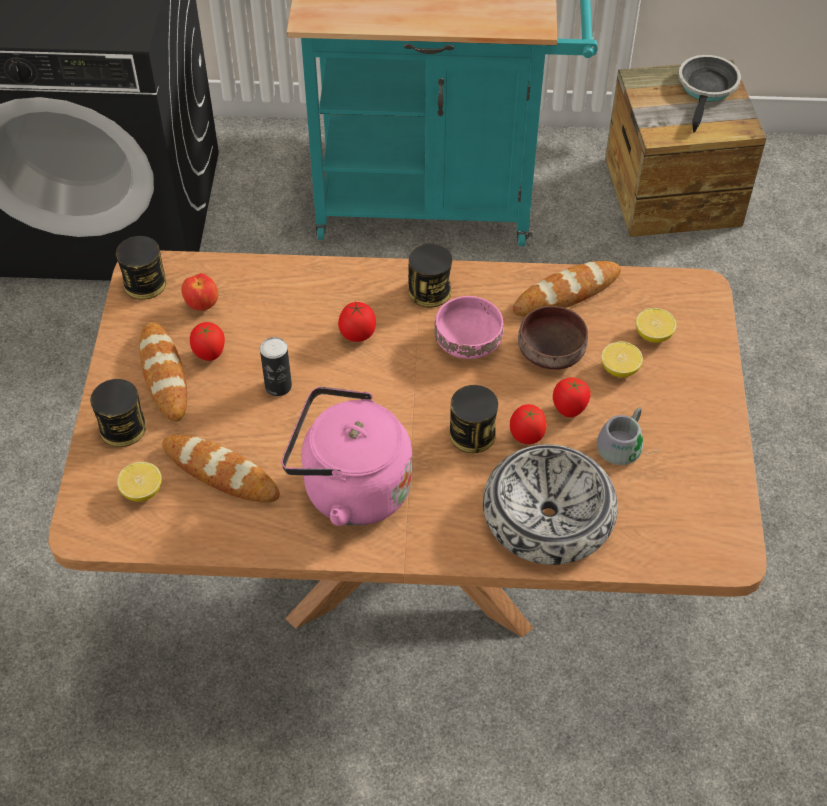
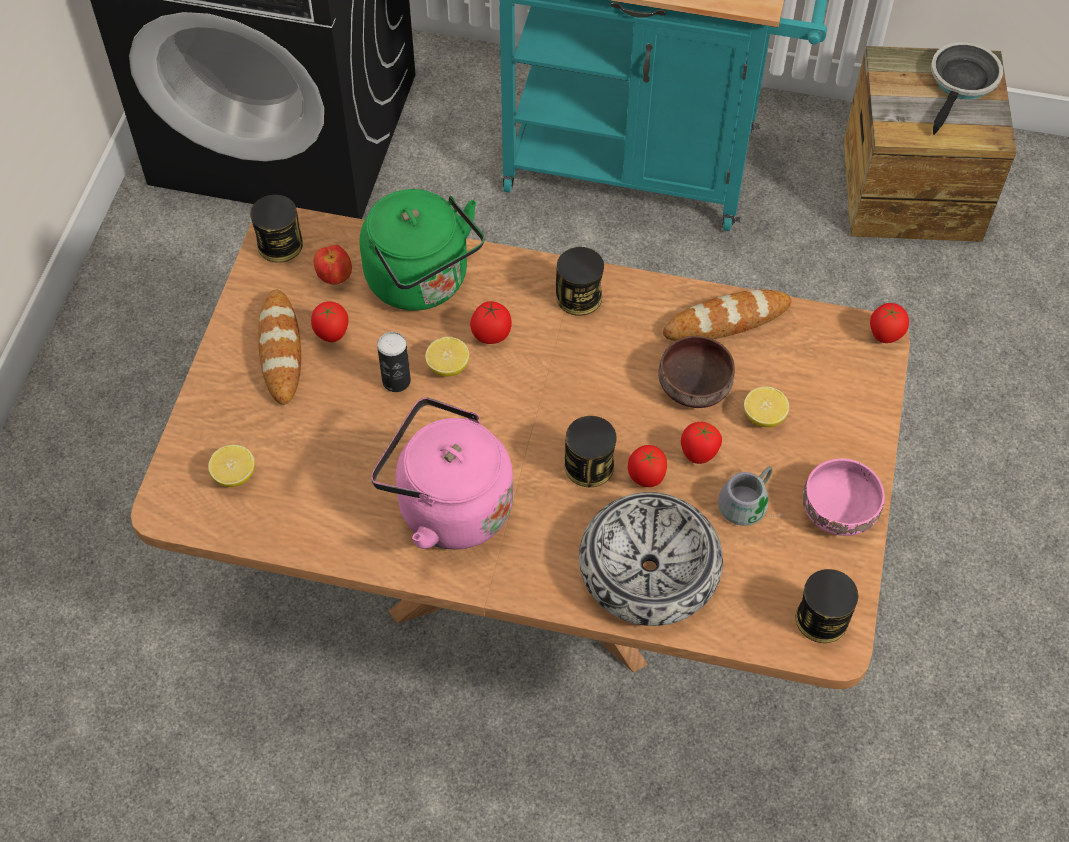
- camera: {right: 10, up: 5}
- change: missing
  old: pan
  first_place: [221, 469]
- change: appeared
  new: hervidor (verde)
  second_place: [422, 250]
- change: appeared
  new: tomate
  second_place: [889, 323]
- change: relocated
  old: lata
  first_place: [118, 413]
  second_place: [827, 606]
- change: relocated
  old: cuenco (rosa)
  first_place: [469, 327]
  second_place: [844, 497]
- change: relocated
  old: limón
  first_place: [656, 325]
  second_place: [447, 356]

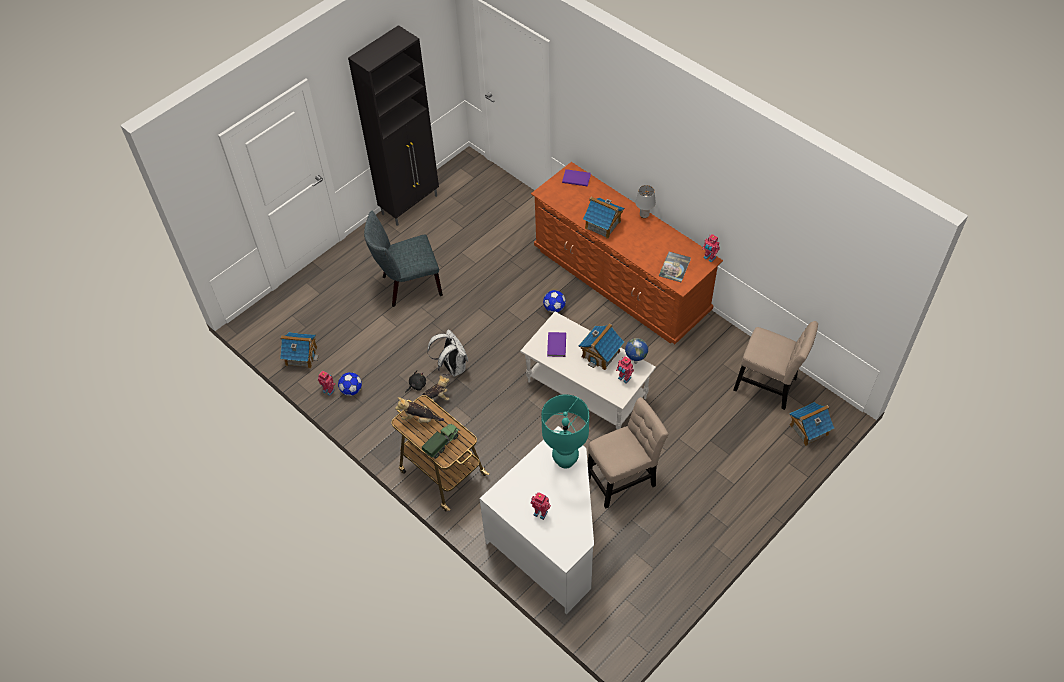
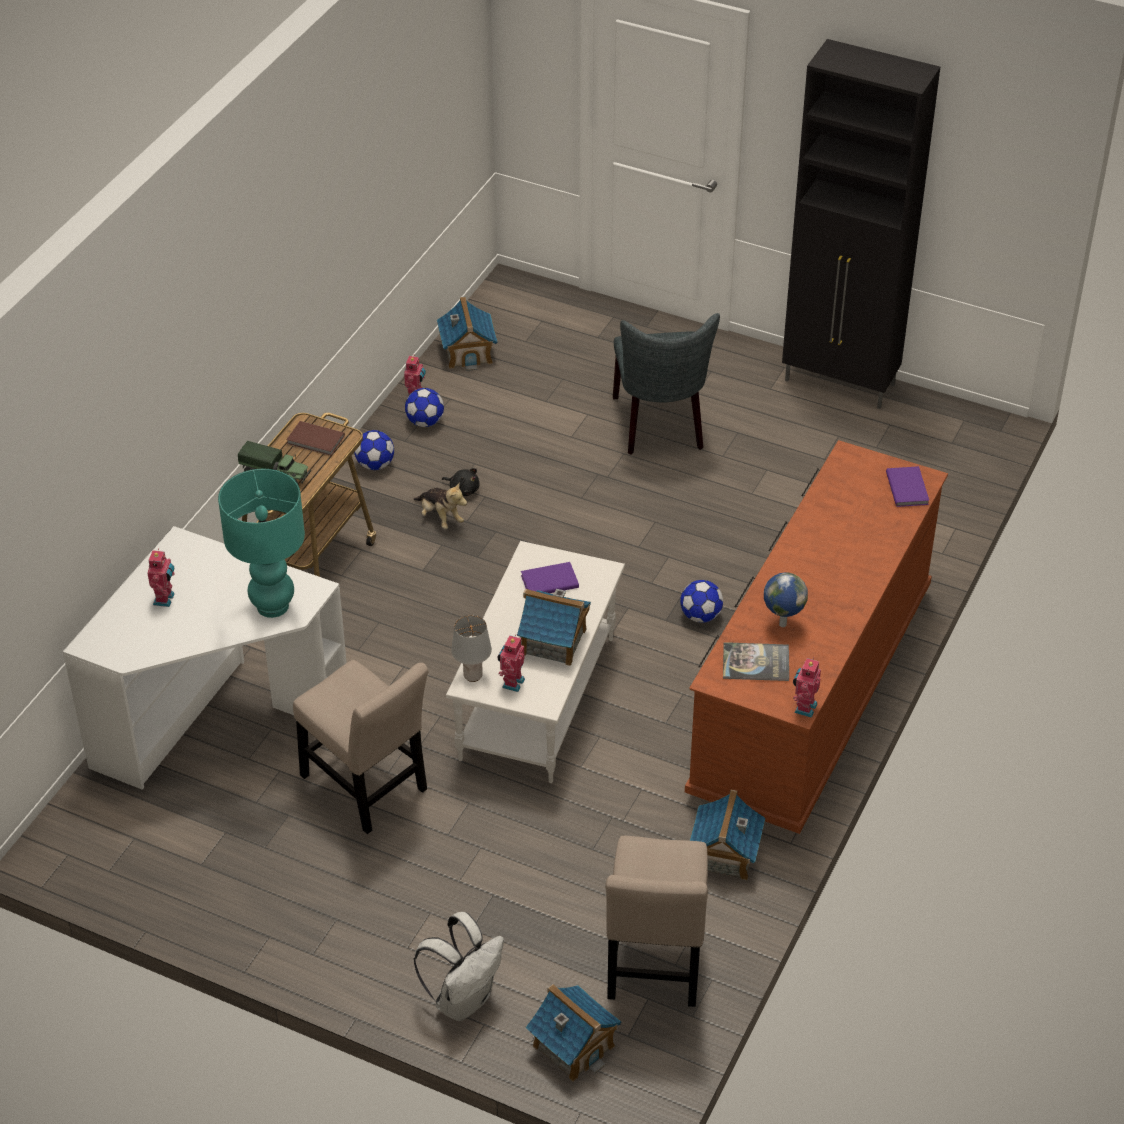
- camera: {right: 70, up: -10}
- change: appeared
  new: balón de fútbol
  second_place: [374, 450]
- change: relocated
  old: mochila (blanco)
  first_place: [447, 353]
  second_place: [459, 966]
- change: relocated
  old: casita
  first_place: [603, 218]
  second_place: [727, 835]
- change: relocated
  old: globo terráqueo
  first_place: [636, 351]
  second_place: [786, 599]
- change: relocated
  old: lámpara de mesa (gris)
  first_place: [645, 201]
  second_place: [471, 648]
- change: exchanged
  old: peluche
  new: libro (marrón)
  first_place: [419, 410]
  second_place: [315, 438]
- change: spun
  old: silla (gris)
  first_place: [403, 259]
  second_place: [666, 384]
  degrees: -150

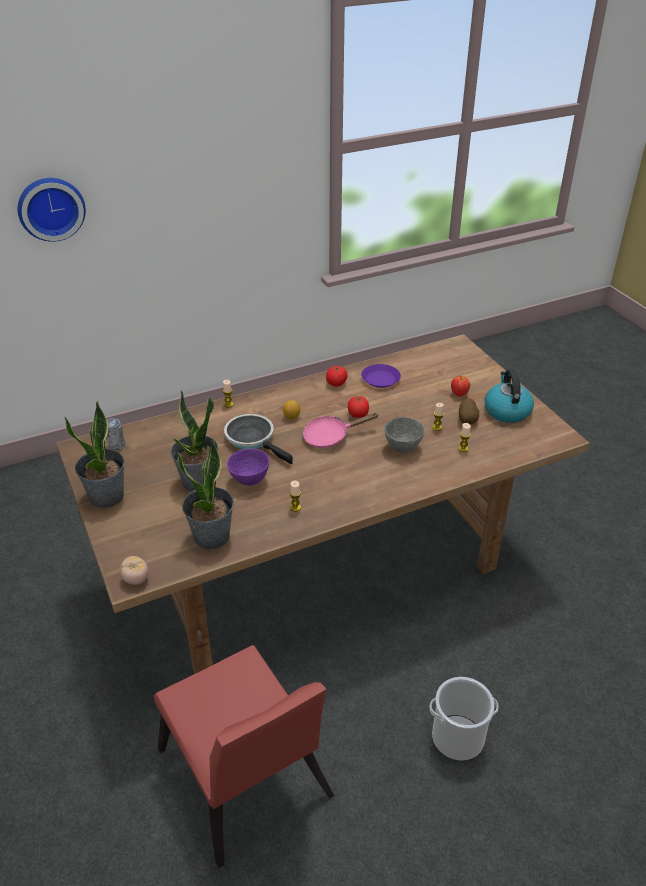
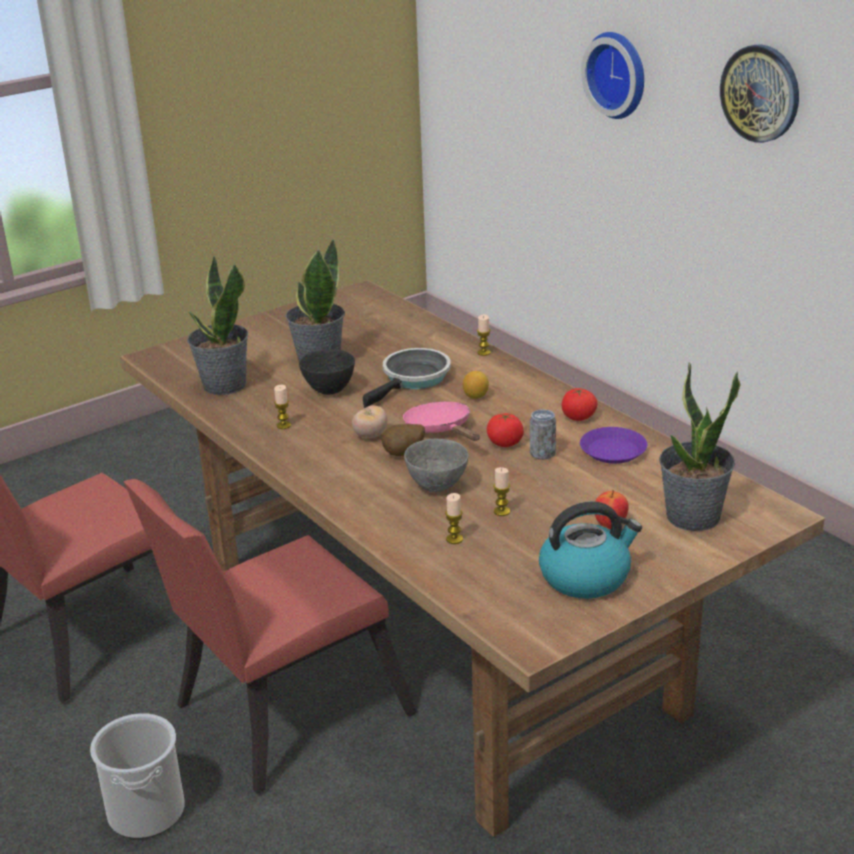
- camera: {right: 80, up: -10}
- change: appeared
  new: silla (rojo)
  second_place: [270, 636]
- change: appeared
  new: reloj de pared
  second_place: [759, 93]
- change: relocated
  old: planta en maceta
  first_place: [95, 454]
  second_place: [700, 446]
- change: relocated
  old: lata
  first_place: [115, 434]
  second_place: [543, 434]
- change: relocated
  old: tomate
  first_place: [134, 570]
  second_place: [369, 421]
- change: relocated
  old: patata
  first_place: [469, 411]
  second_place: [403, 440]
- change: colour
  old: cuenco (morado)
  new: cuenco (negro)
  first_place: [248, 467]
  second_place: [327, 372]

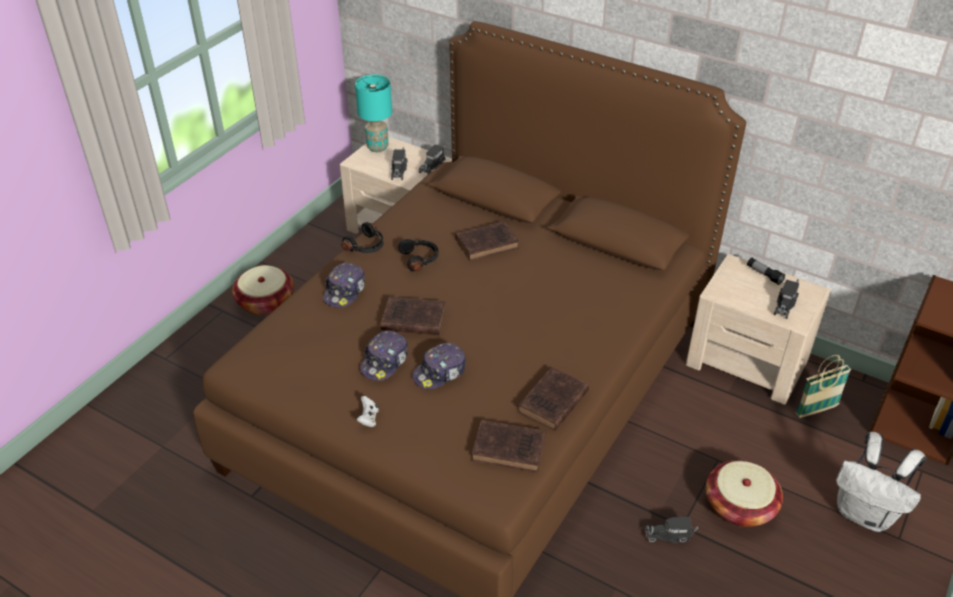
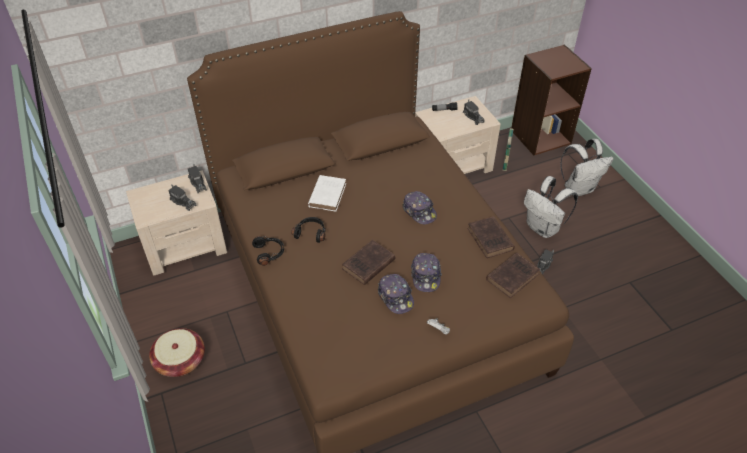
- camera: {right: -55, up: 5}
- change: missing
  old: lámpara de mesa (turquesa)
  first_place: [373, 113]
- change: relocated
  old: gorra
  first_place: [344, 285]
  second_place: [419, 207]
- change: exchanged
  old: cesta
  new: mochila (blanco)
  first_place: [744, 493]
  second_place: [551, 207]
- change: colour
  old: libro (marrón)
  new: libro (blanco)
  first_place: [487, 241]
  second_place: [327, 193]

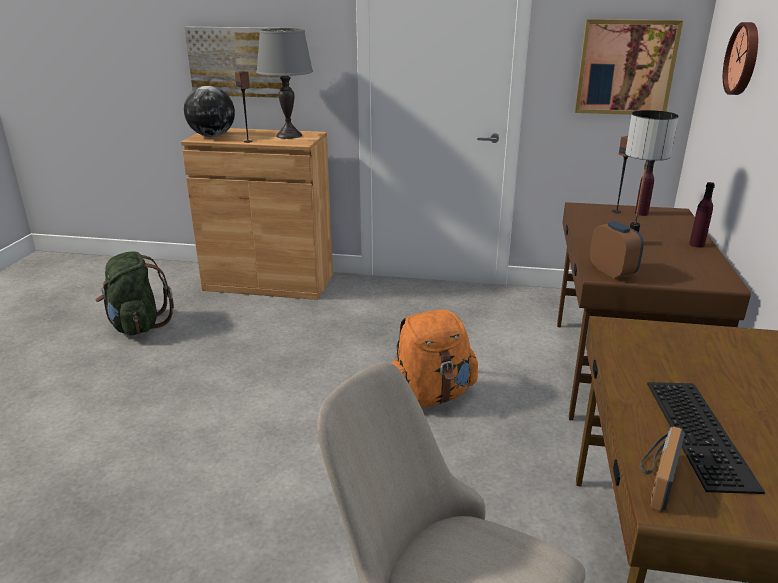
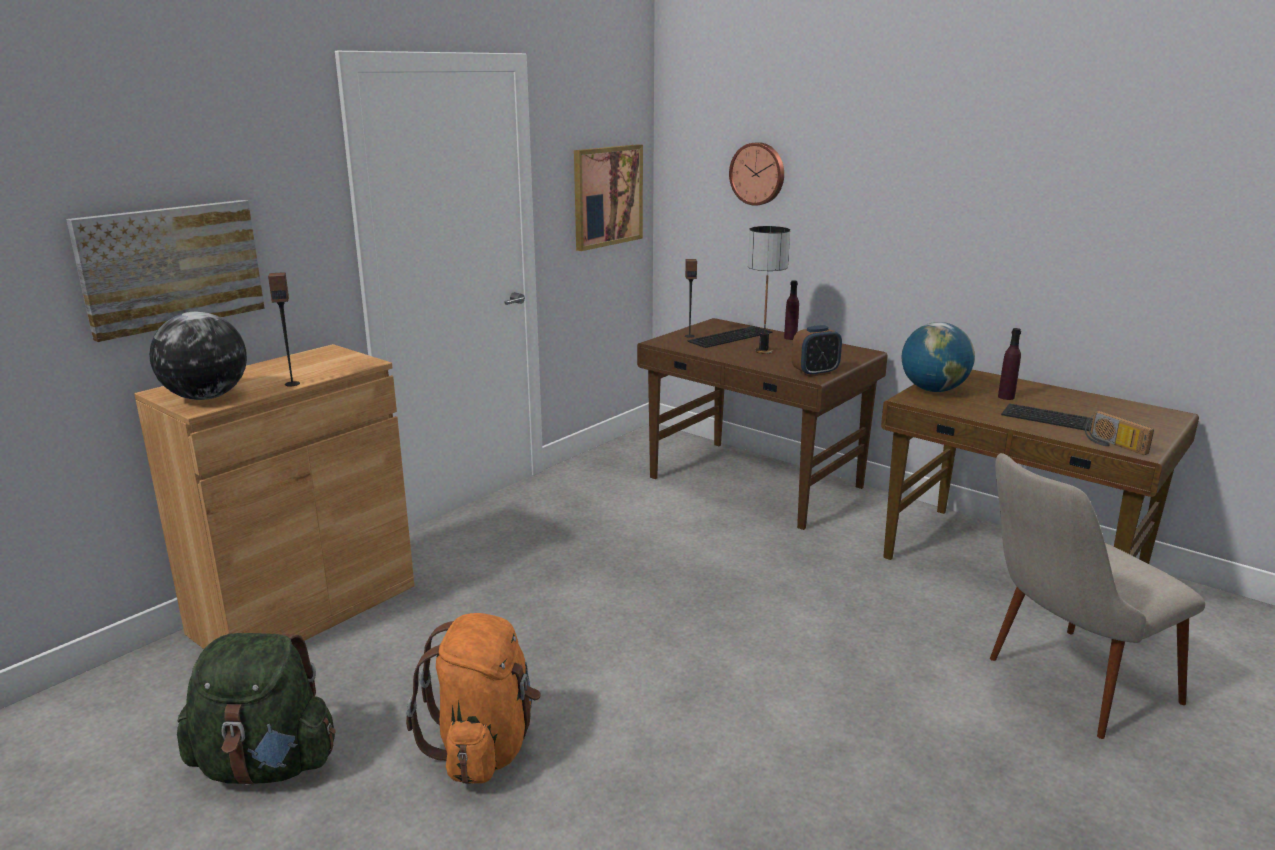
- camera: {right: -60, up: -5}
- change: missing
  old: lámpara de mesa (gris)
  first_place: [284, 83]
- change: appeared
  new: teclado
  second_place: [730, 337]
- change: appeared
  new: globo terráqueo
  second_place: [938, 357]
- change: relocated
  old: mochila (naranja)
  first_place: [434, 358]
  second_place: [473, 698]
- change: relocated
  old: botella (morado)
  first_place: [645, 188]
  second_place: [1009, 364]
- change: spun
  old: despertador
  first_place: [617, 250]
  second_place: [817, 351]
  degrees: 150

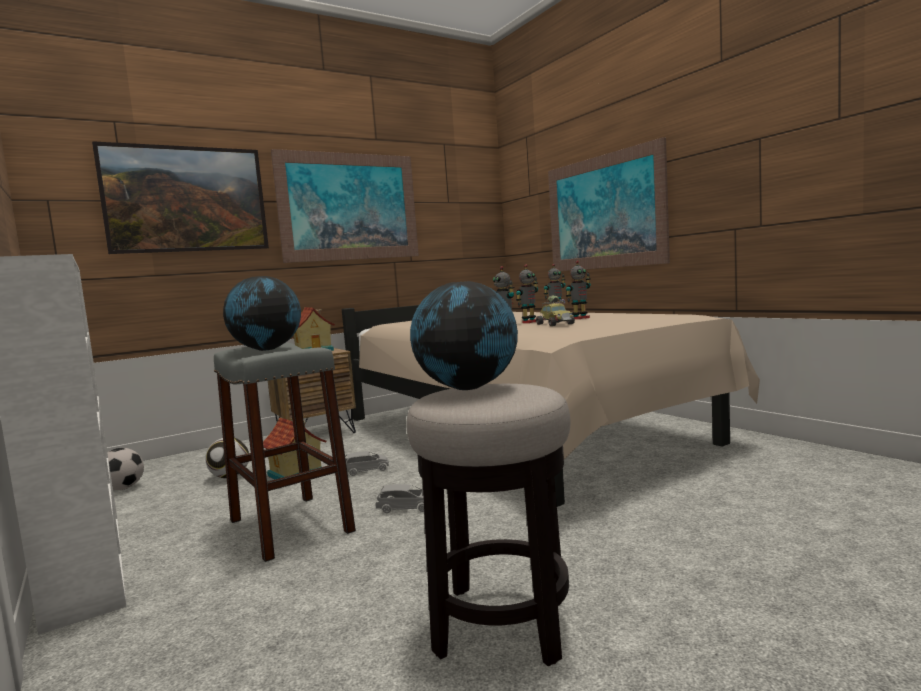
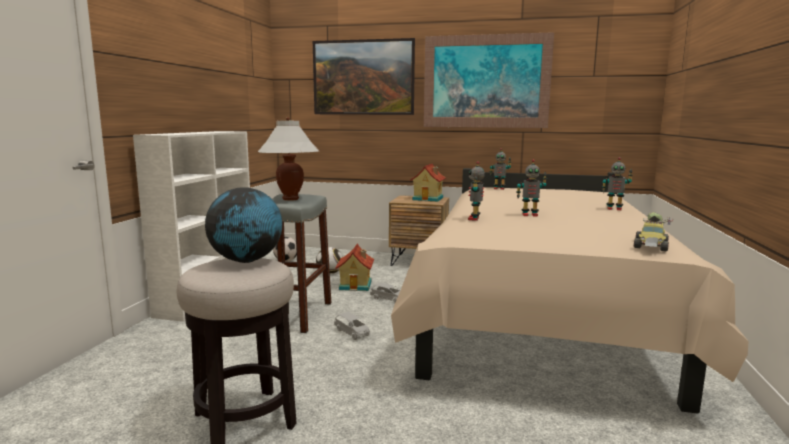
- camera: {right: 45, up: 5}
- change: missing
  old: cuadro
  first_place: [609, 204]
- change: relocated
  old: coche de juguete
  first_place: [555, 311]
  second_place: [653, 231]
- change: relocated
  old: robot de juguete
  first_place: [578, 289]
  second_place: [500, 169]
- change: exchanged
  old: globo terráqueo
  new: lámpara de mesa (blanco)
  first_place: [262, 313]
  second_place: [288, 159]

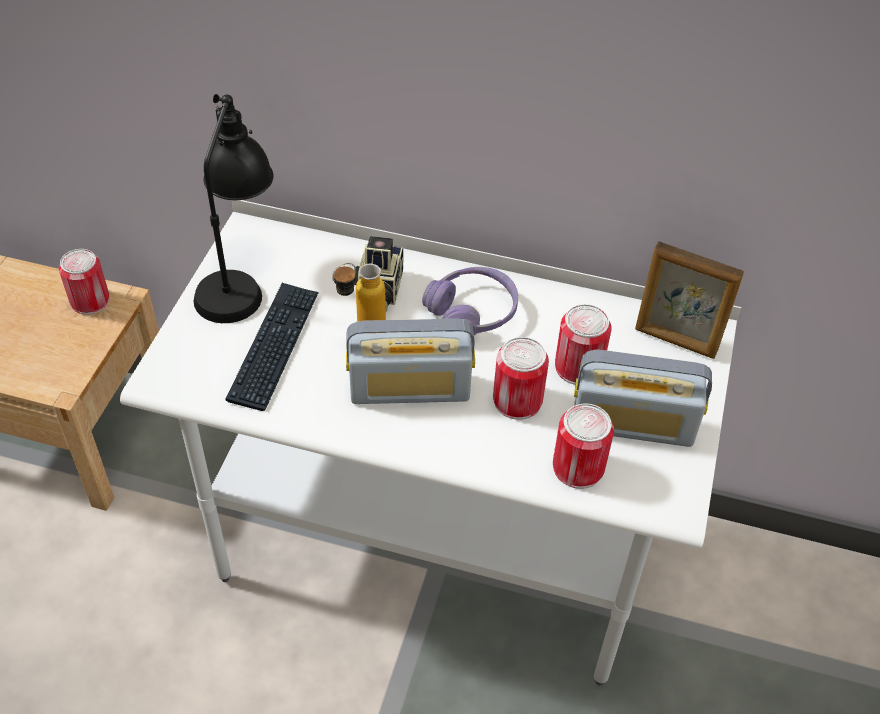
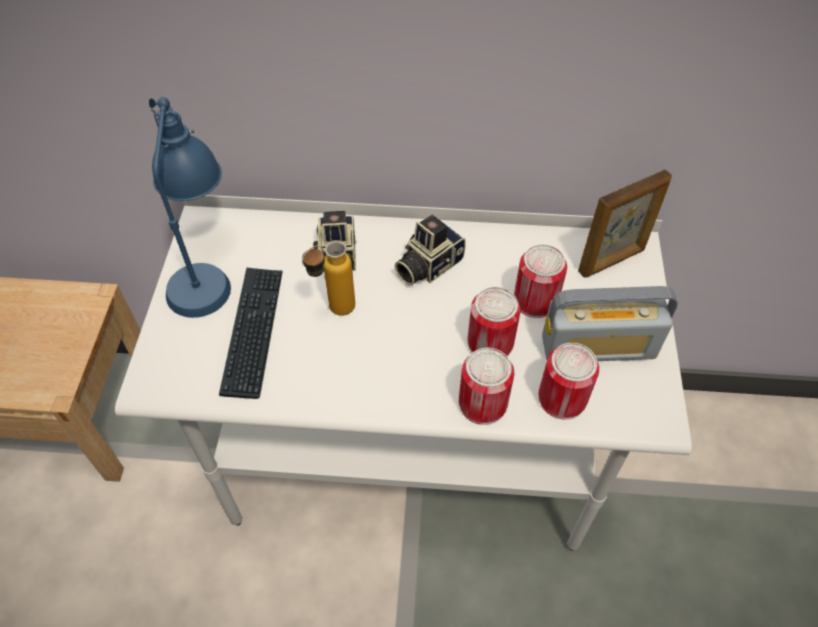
- camera: {right: -10, up: 5}
- change: missing
  old: radio
  first_place: [410, 361]
- change: relocated
  old: lata
  first_place: [84, 282]
  second_place: [486, 386]
- change: exchanged
  old: auriculares (morado)
  new: cámara
  first_place: [470, 302]
  second_place: [430, 250]
- change: colour
  old: lámpara de mesa (negro)
  new: lámpara de mesa (azul)
  first_place: [233, 208]
  second_place: [190, 207]
- change: spun
  old: portarretratos
  first_place: [689, 300]
  second_place: [625, 223]
  degrees: -45

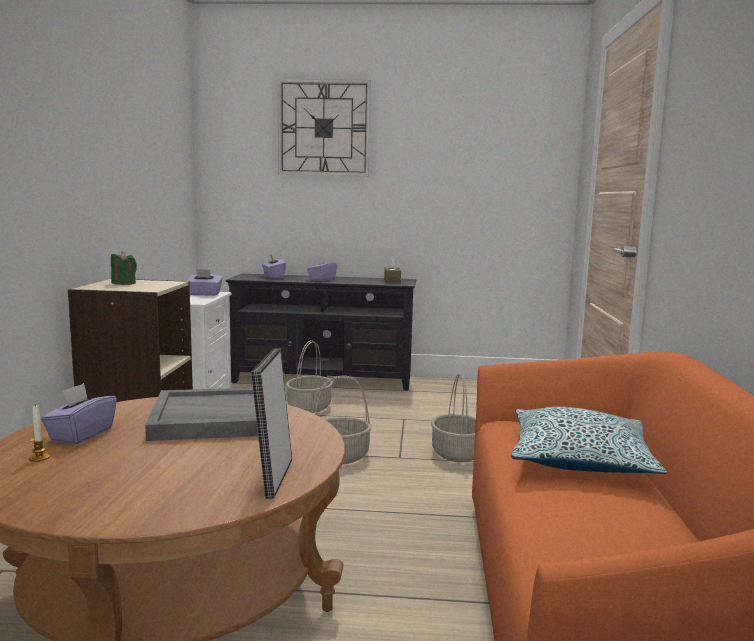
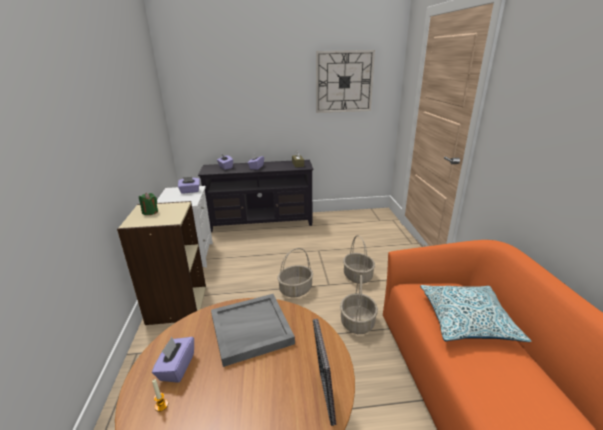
- camera: {right: -10, up: 15}
- change: relocated
  old: reloj de pared
  first_place: [324, 127]
  second_place: [345, 81]
- change: relocated
  old: cesta
  first_place: [309, 376]
  second_place: [359, 304]

